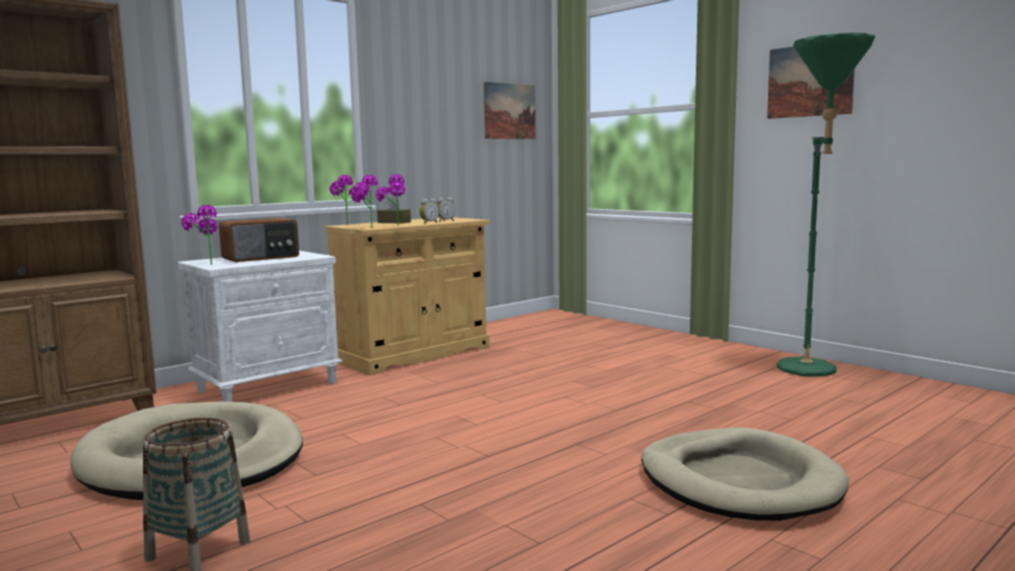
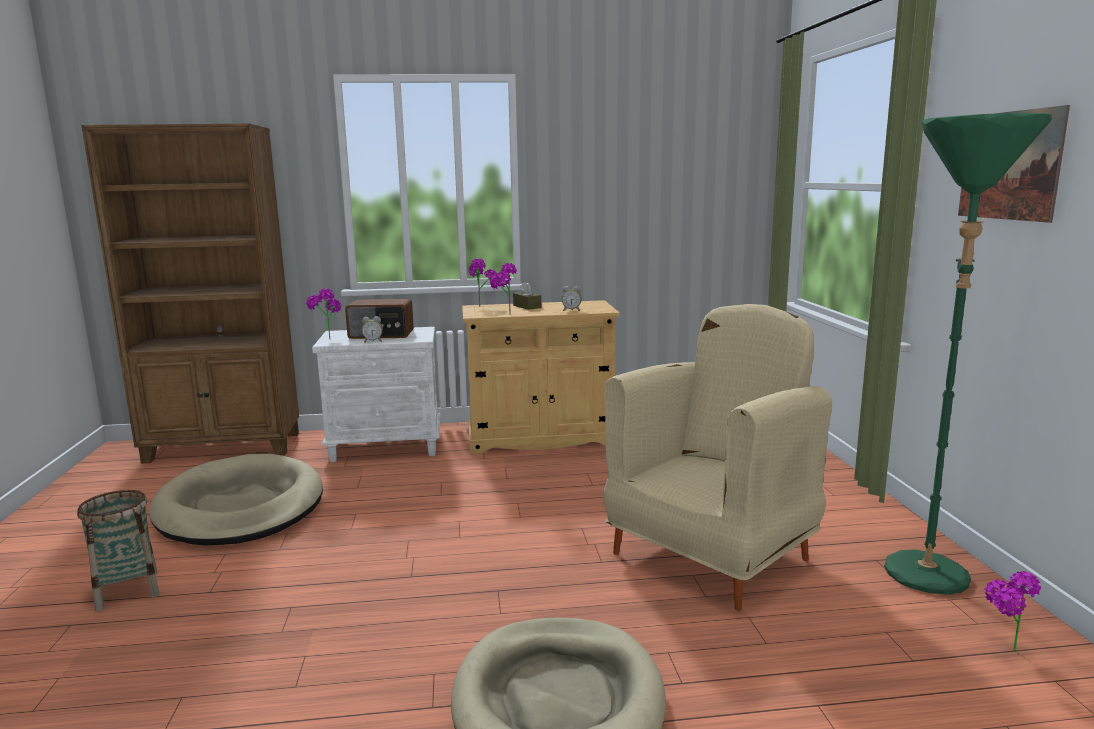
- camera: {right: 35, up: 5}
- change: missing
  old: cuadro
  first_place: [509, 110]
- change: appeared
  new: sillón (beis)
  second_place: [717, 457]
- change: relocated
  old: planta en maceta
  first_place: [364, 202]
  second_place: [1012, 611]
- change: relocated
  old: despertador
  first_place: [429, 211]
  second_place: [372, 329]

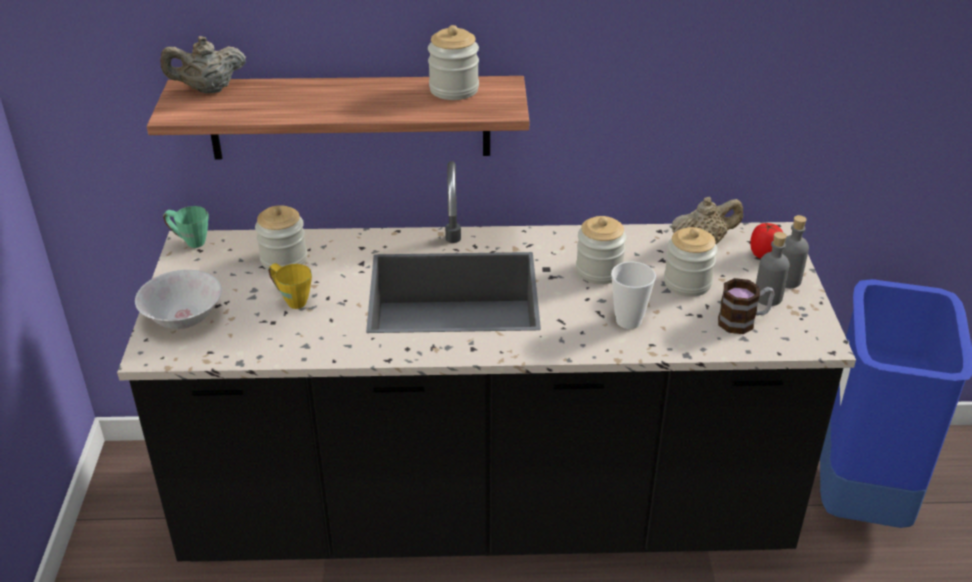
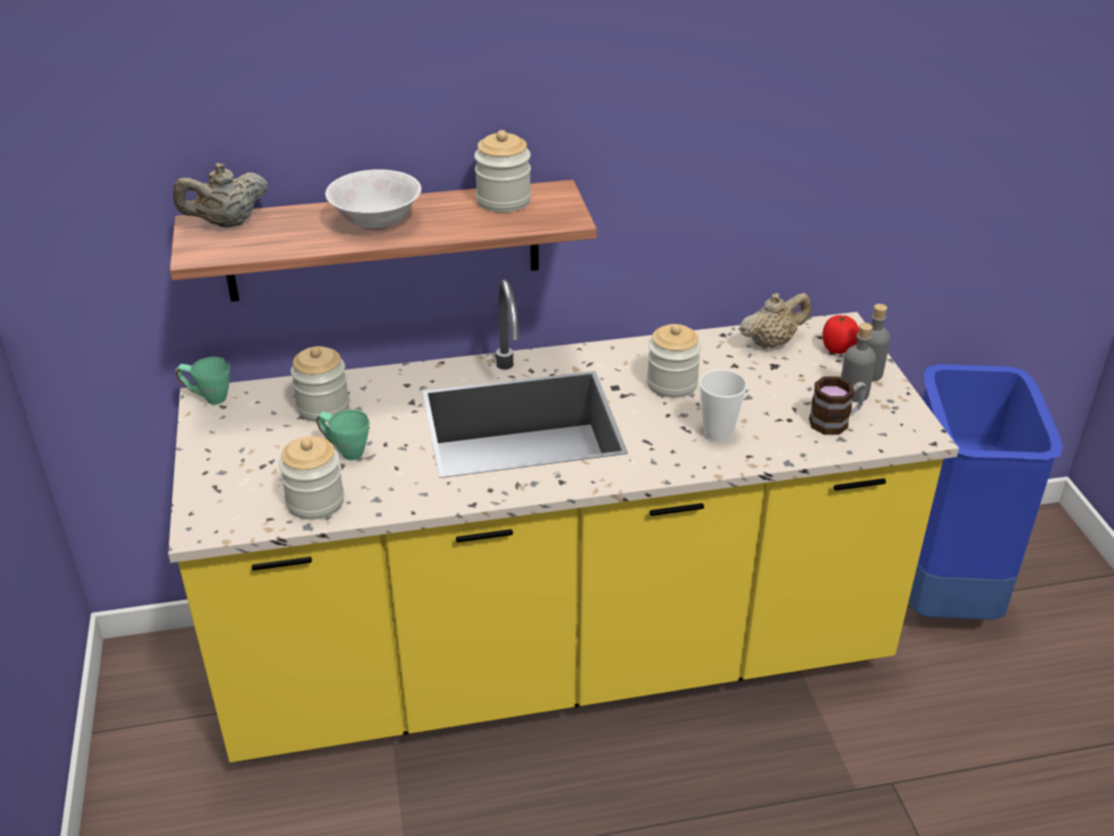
- camera: {right: -10, up: 0}
- change: relocated
  old: cuenco (blanco)
  first_place: [178, 299]
  second_place: [373, 199]
- change: relocated
  old: tarro
  first_place: [691, 262]
  second_place: [311, 478]
- change: colour
  old: mueble bajo de cocina (negro)
  new: mueble bajo de cocina (amarillo)
  first_place: [486, 361]
  second_place: [563, 521]
- change: colour
  old: taza grande (amarillo)
  new: taza grande (verde)
  first_place: [290, 286]
  second_place: [342, 435]

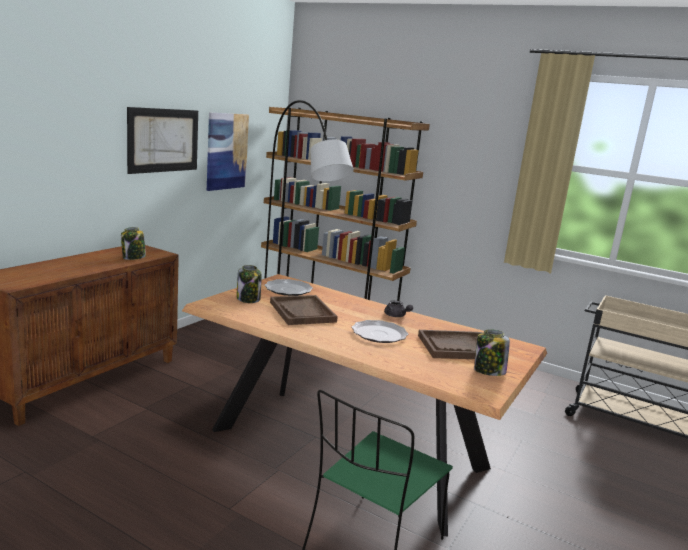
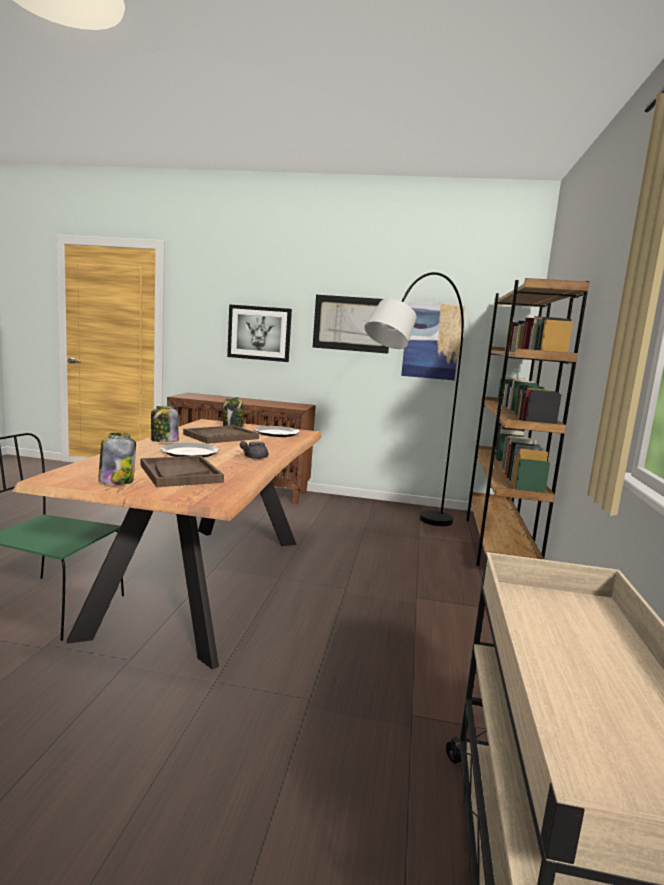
- camera: {right: 70, up: -5}
- change: appeared
  new: cuadro
  second_place: [259, 333]
- change: relocated
  old: tarro
  first_place: [133, 243]
  second_place: [165, 424]

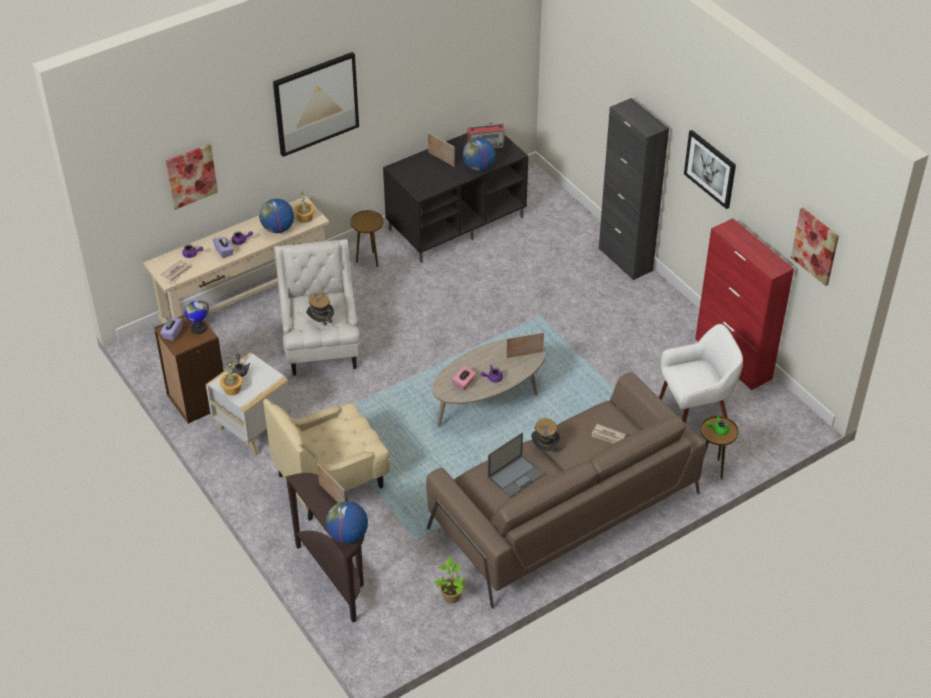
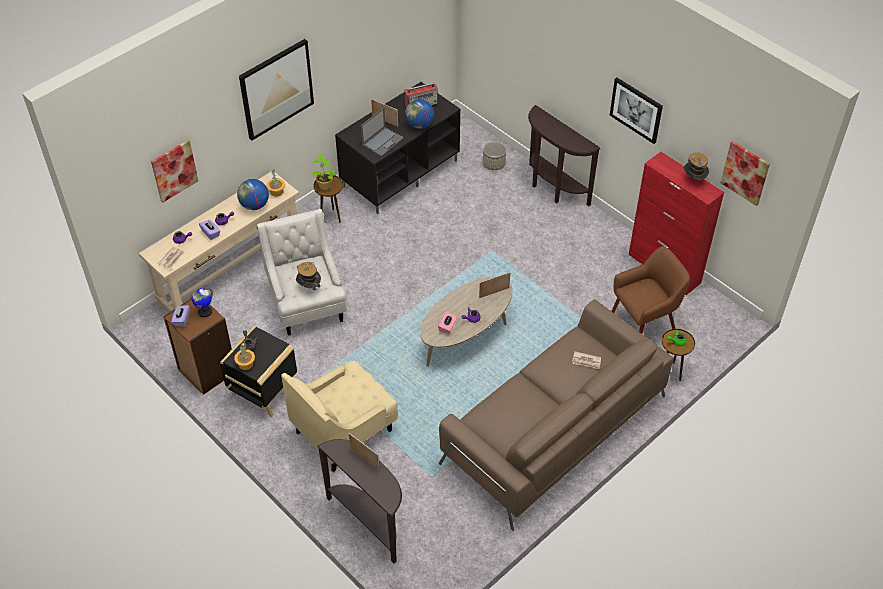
- camera: {right: -10, up: 5}
- change: missing
  old: globo terráqueo
  first_place: [347, 522]
- change: appeared
  new: maceta
  second_place: [494, 156]
- change: relocated
  old: planta en maceta
  first_place: [450, 580]
  second_place: [323, 172]
- change: relocated
  old: portátil
  first_place: [516, 465]
  second_place: [382, 132]
- change: relocated
  old: sombrero
  first_place: [545, 434]
  second_place: [696, 166]
- change: exchanged
  old: armario (negro)
  new: mesa consola (marrón)
  first_place: [634, 189]
  second_place: [564, 155]
- change: colour
  old: mesa auxiliar (blanco)
  new: mesa auxiliar (negro)
  first_place: [248, 404]
  second_place: [258, 371]
- change: colour
  old: sillón (blanco)
  new: sillón (marrón)
  first_place: [701, 373]
  second_place: [651, 290]

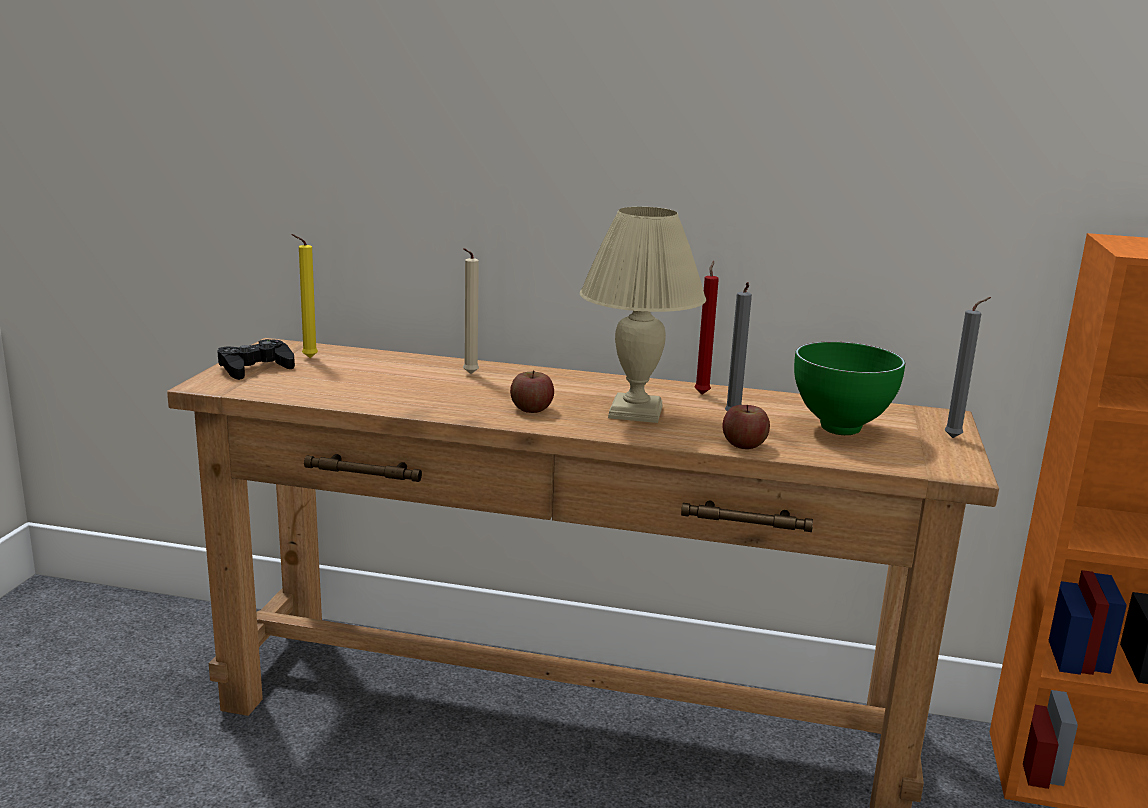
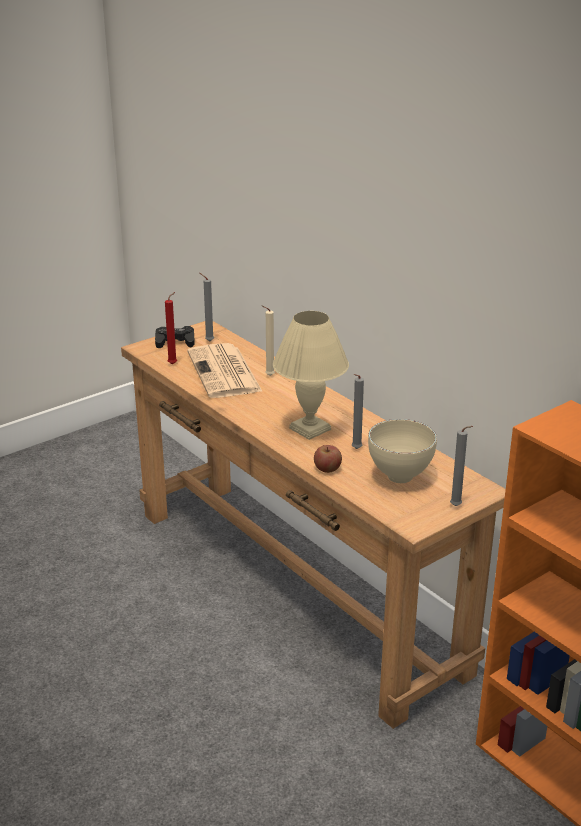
- camera: {right: 40, up: 10}
- change: missing
  old: manzana
  first_place: [532, 392]
- change: appeared
  new: periódico
  second_place: [225, 370]
- change: relocated
  old: vela (rojo)
  first_place: [706, 327]
  second_place: [171, 328]
- change: colour
  old: vela (amarillo)
  new: vela (gris)
  first_place: [304, 296]
  second_place: [207, 307]
- change: colour
  old: cuenco (verde)
  new: cuenco (beis)
  first_place: [849, 388]
  second_place: [402, 451]

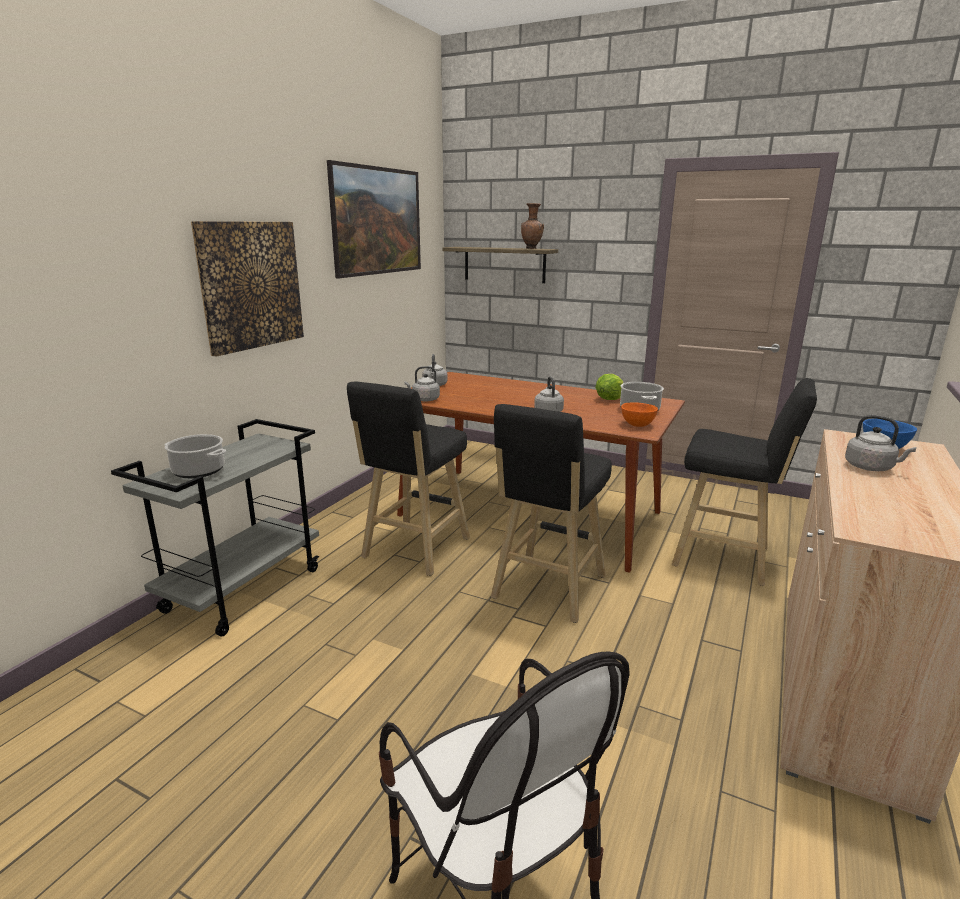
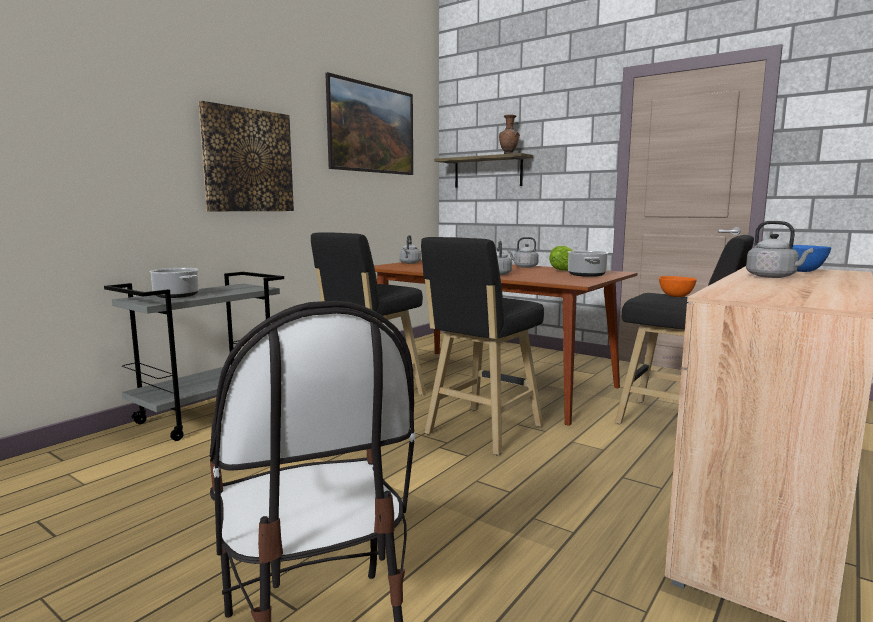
- camera: {right: 10, up: -10}
- change: relocated
  old: hervidor (gris)
  first_place: [422, 384]
  second_place: [523, 252]
- change: relocated
  old: cuenco (naranja)
  first_place: [639, 414]
  second_place: [678, 286]

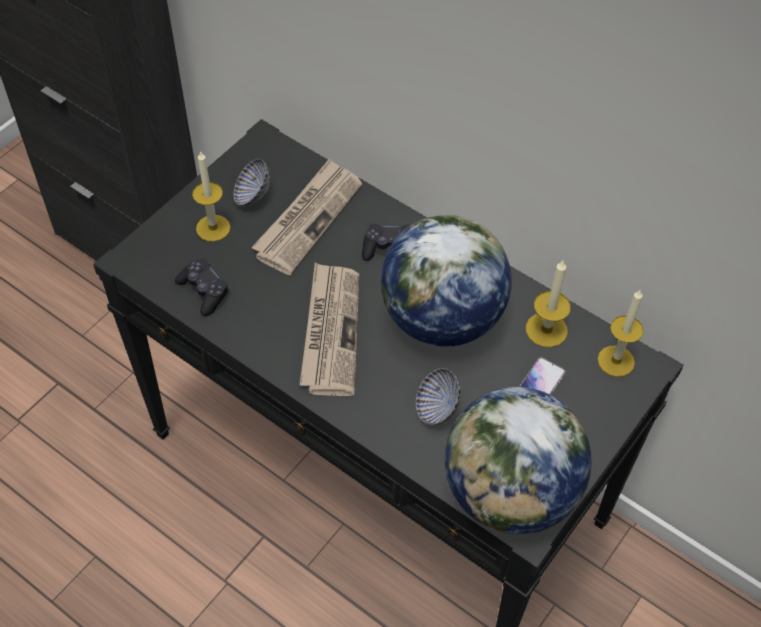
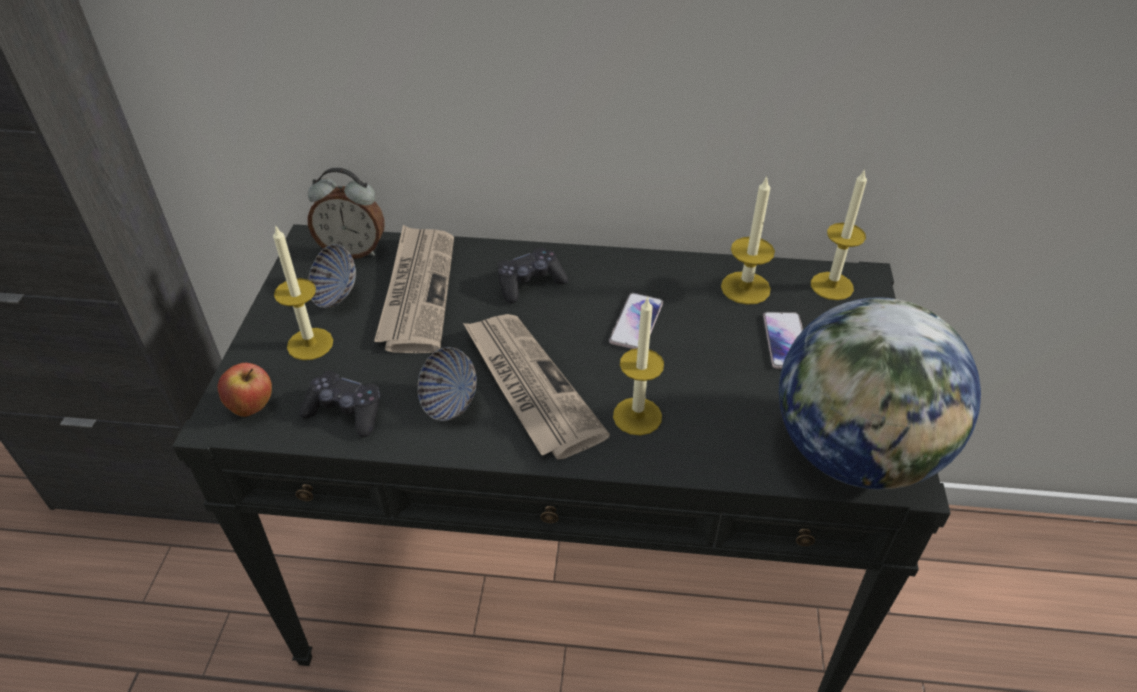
- camera: {right: -30, up: -10}
- change: appeared
  new: manzana
  second_place: [244, 390]
- change: appeared
  new: despertador
  second_place: [346, 213]
- change: appeared
  new: vela
  second_place: [638, 365]
- change: relocated
  old: cuenco
  first_place: [438, 396]
  second_place: [447, 384]
- change: exchanged
  old: globo terráqueo
  new: móvil
  first_place: [446, 281]
  second_place: [636, 321]

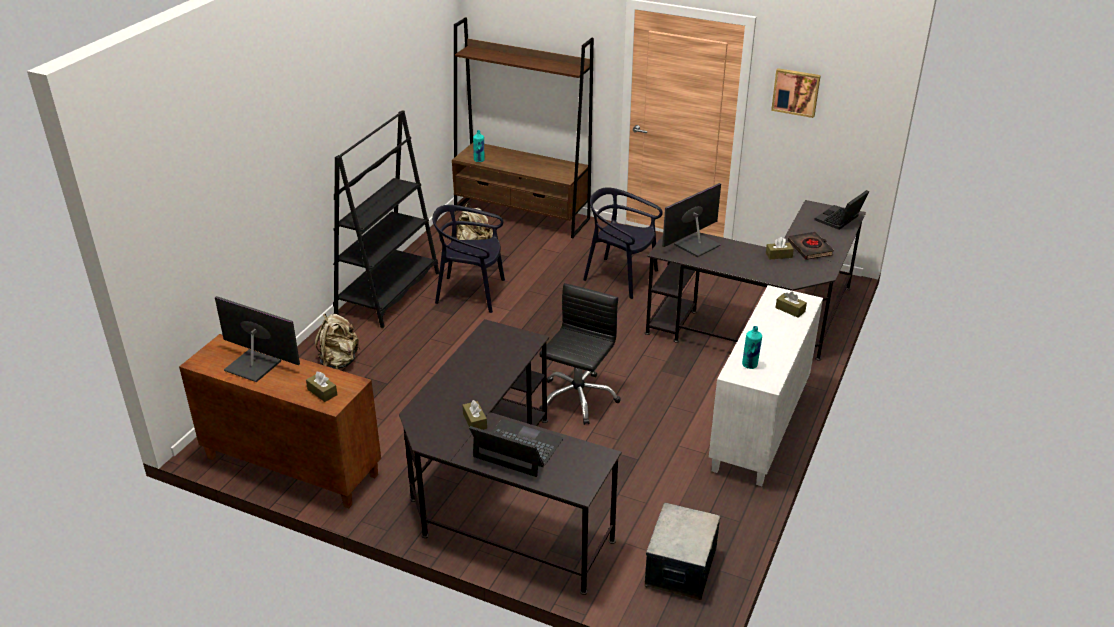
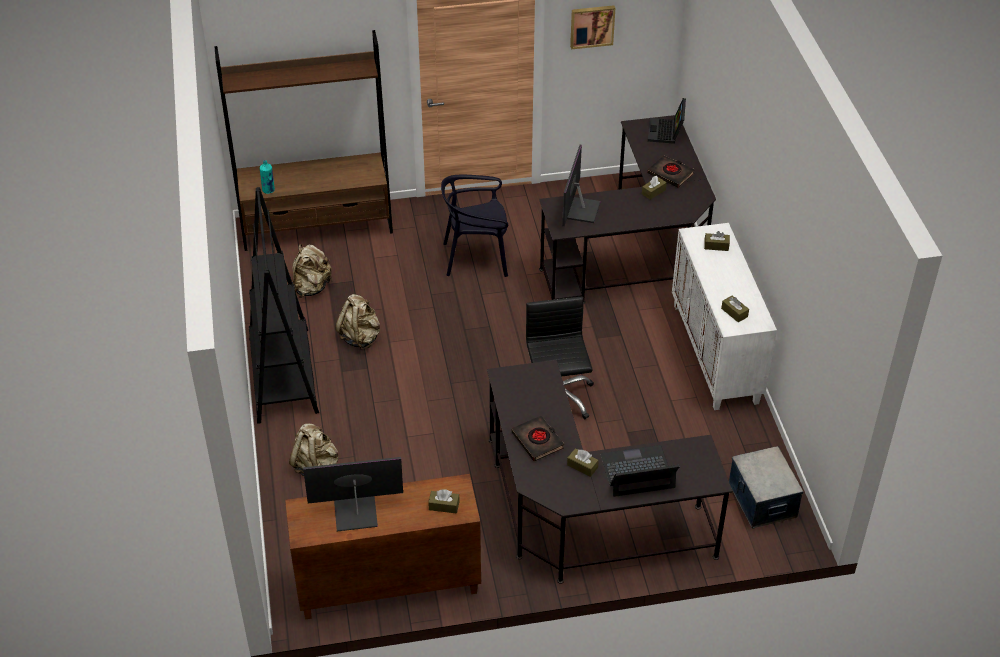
- camera: {right: -35, up: 10}
- change: appeared
  new: libro (negro)
  second_place: [538, 438]
- change: exchanged
  old: silla (negro)
  new: mochila (beis)
  first_place: [468, 259]
  second_place: [357, 321]
- change: exchanged
  old: botella (turquesa)
  new: caja de pañuelos (marrón)
  first_place: [752, 347]
  second_place: [735, 309]

